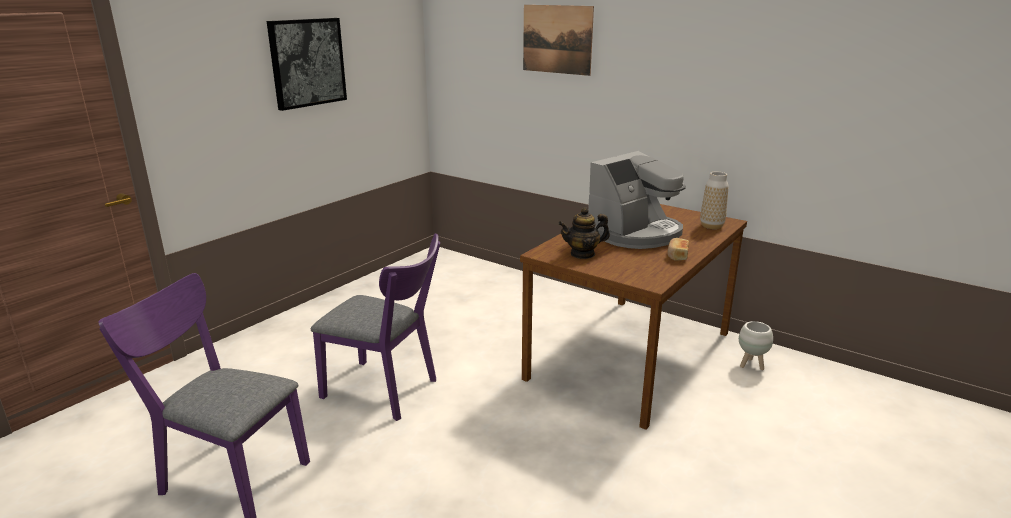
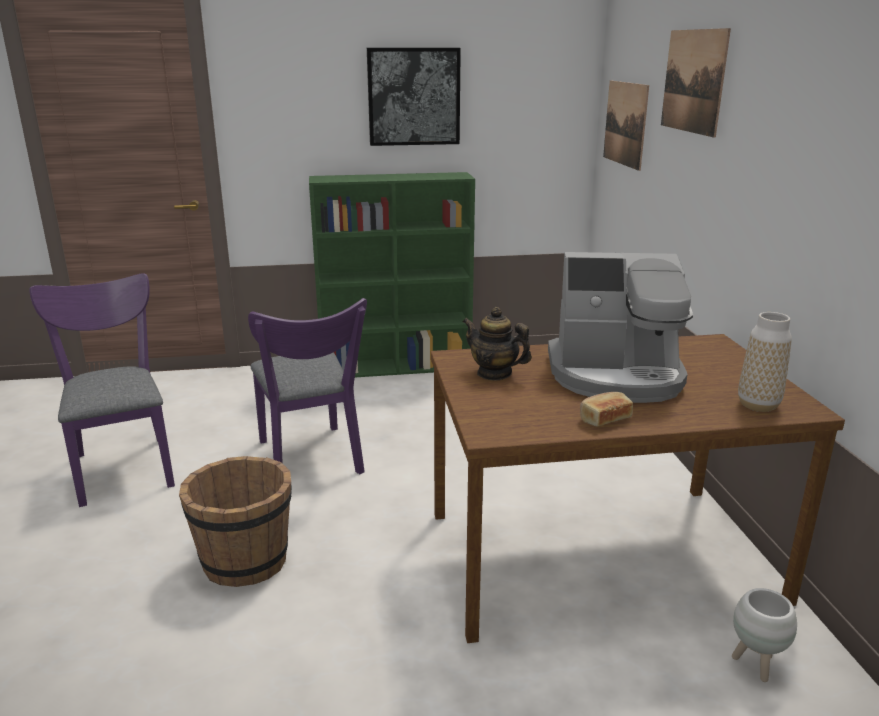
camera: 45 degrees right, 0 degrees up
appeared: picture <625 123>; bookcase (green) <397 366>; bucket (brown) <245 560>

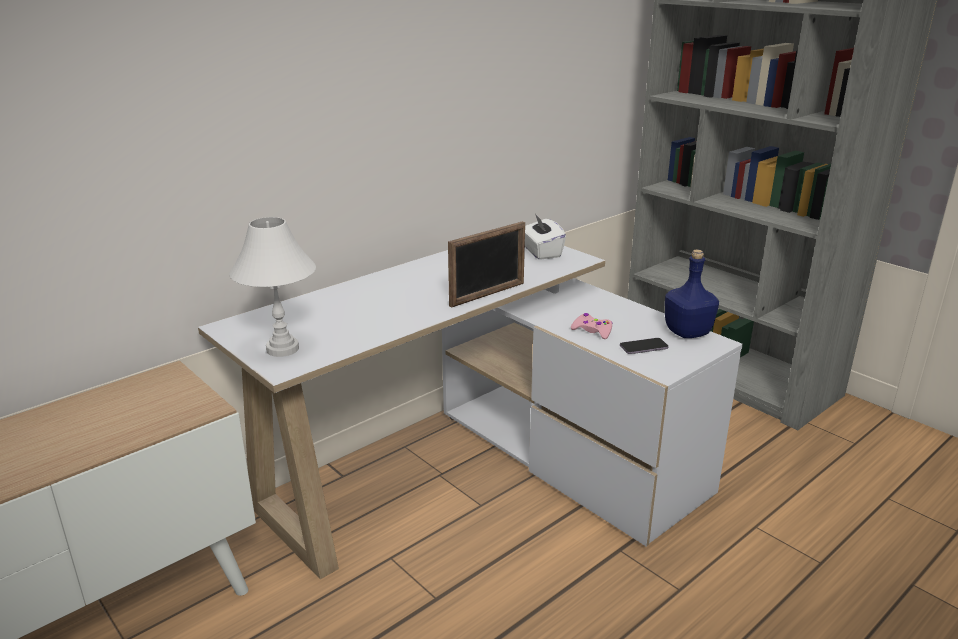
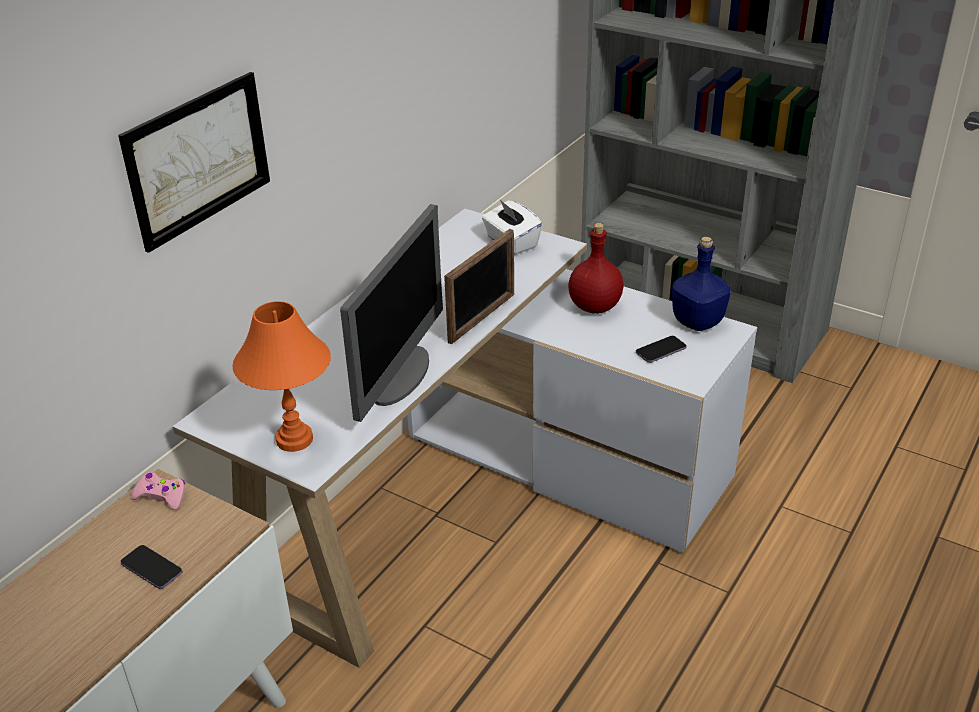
camera: 15 degrees left, 10 degrees up
appeared: picture <198 159>; monitor <400 376>; bottle (red) <595 306>; phone <151 568>
relocated: game controller (pink) <592 331> to <161 496>
colour: table lamp (white) <283 349> to table lamp (orange) <295 439>

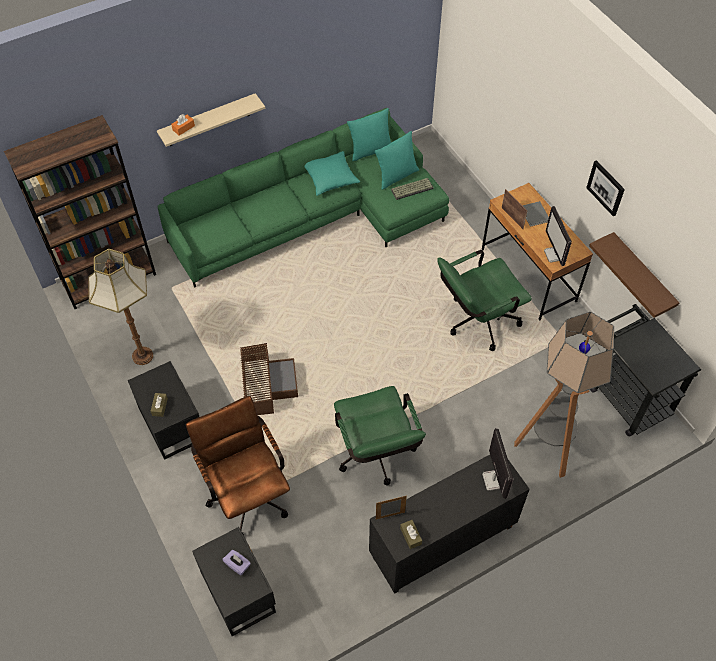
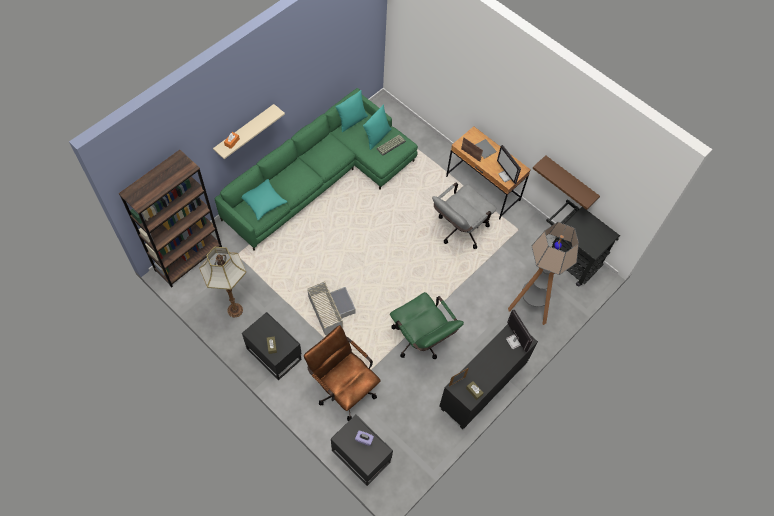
camera: 20 degrees left, 5 degrees up
missing: picture <606 188>
relocated: pillow (turquoise) <330 178> to <263 202>
colour: office chair (green) <476 322> to office chair (grey) <458 230>; storage box (brown) <266 384> to storage box (grey) <330 309>

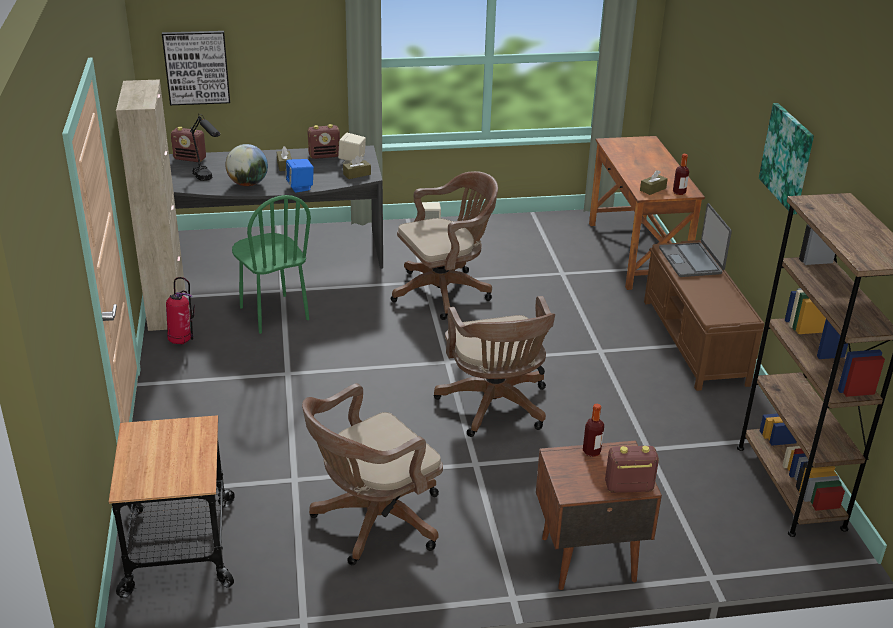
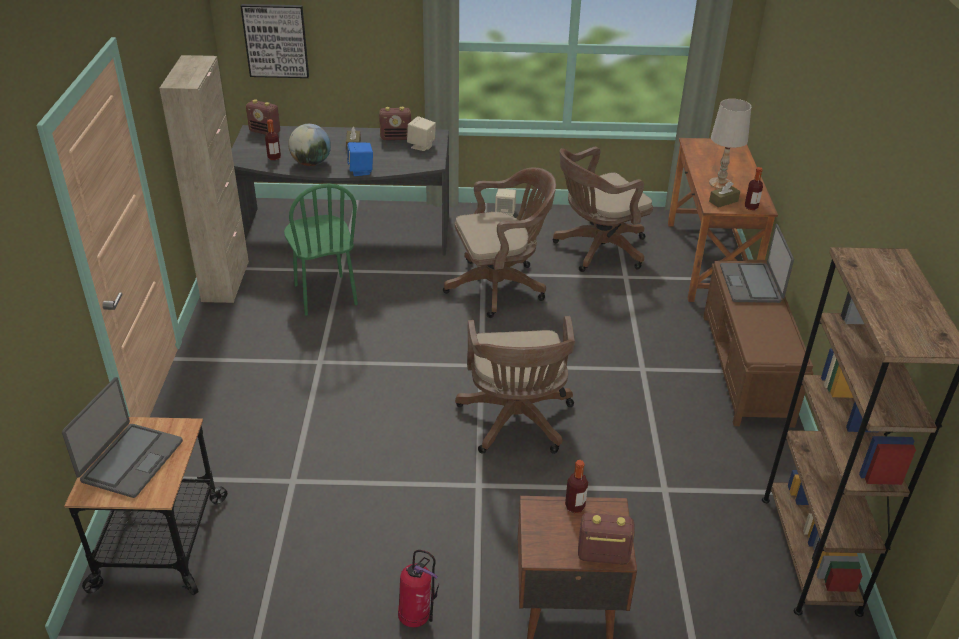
camera: 10 degrees right, 5 degrees up
missing: picture <788 157>; tissue box (brown) <357 174>
appeared: table lamp (white) <720 183>; laptop <131 460>
relocated: fire extinguisher <182 341> to <417 617>; office chair (brown) <372 523> to <597 250>
exchanged: table lamp (black) <208 181> to bottle <274 158>

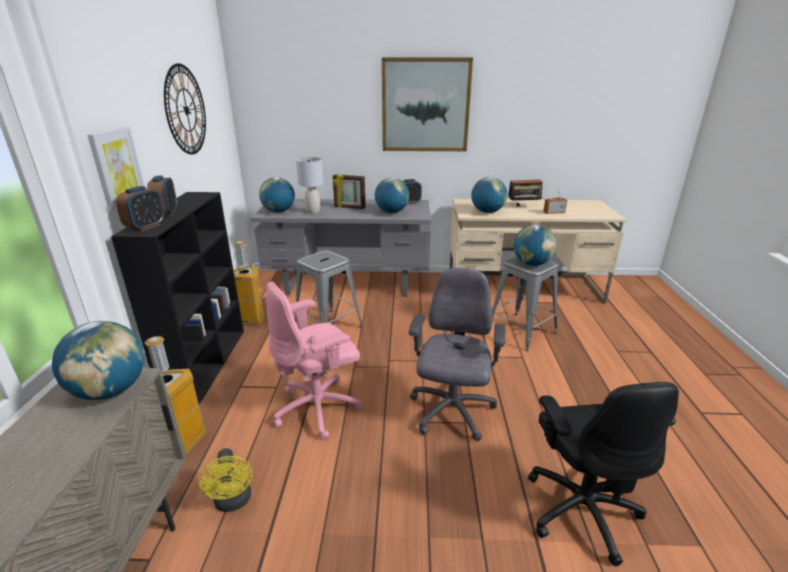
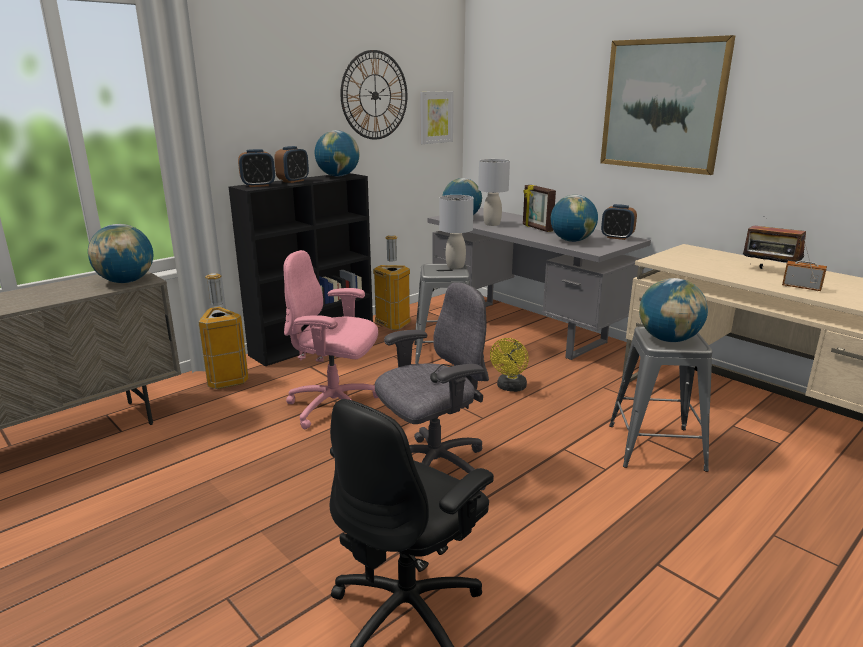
camera: 45 degrees right, 5 degrees down
appeared: table lamp (grey) <455 266>
relocated: picture <117 167> to <435 117>; globe <487 212> to <338 176>; fan (yellow) <233 502> to <510 388>

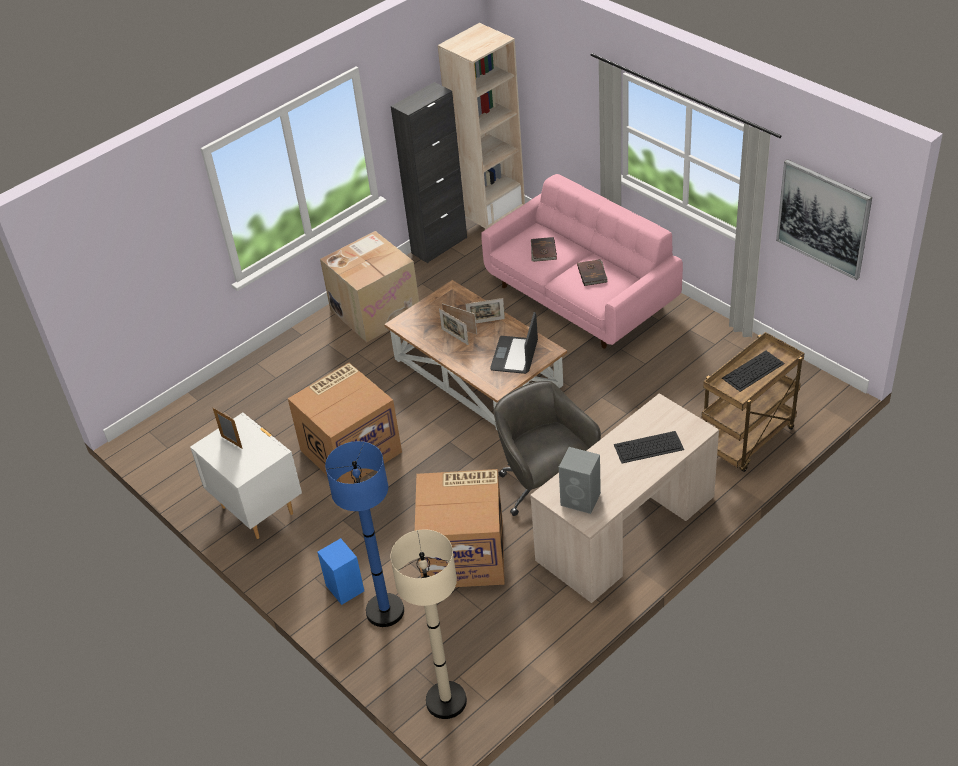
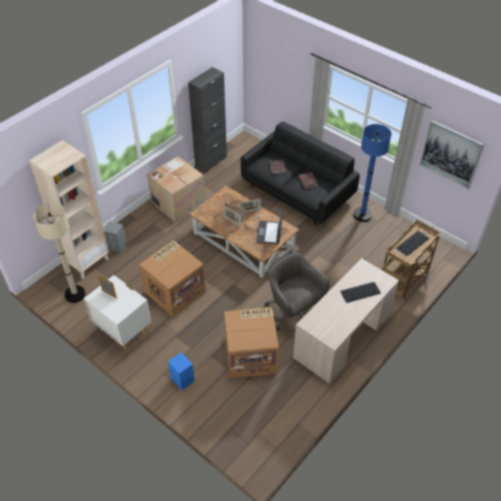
camera: 10 degrees left, 5 degrees up
relocated: bookcase (beige) <491 221> to <86 261>; floor lamp (blue) <385 611> to <362 215>; speaker (grey) <581 499> to <117 246>; floor lamp (beige) <446 701> to <75 294>
colour: sofa (pink) <581 296> to sofa (black) <297 193>

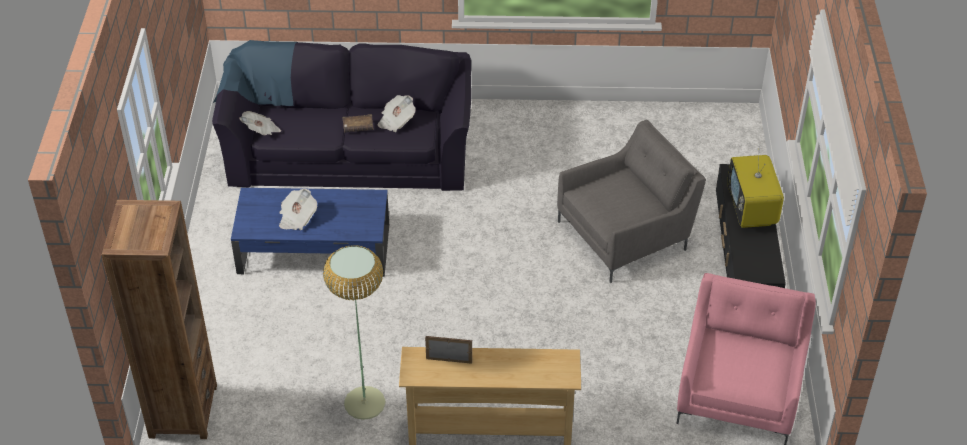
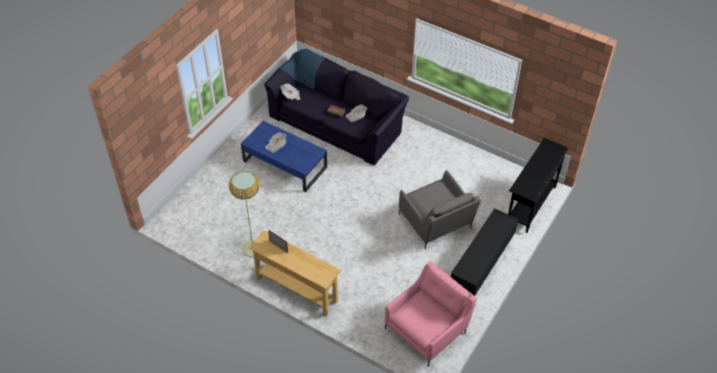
camera: 30 degrees right, 5 degrees up
missing: television <751 211>; bookcase (brown) <183 411>
appeared: console table (black) <530 205>
spun: armchair (grey) <626 234> = <436 223> 60 degrees clockwise

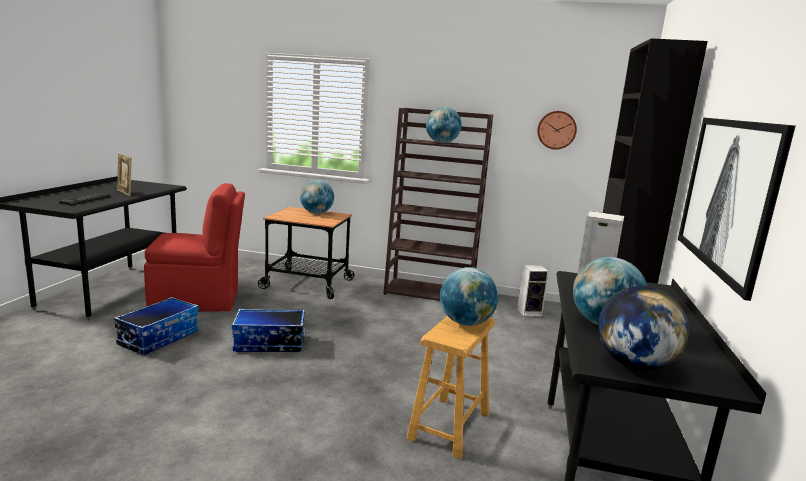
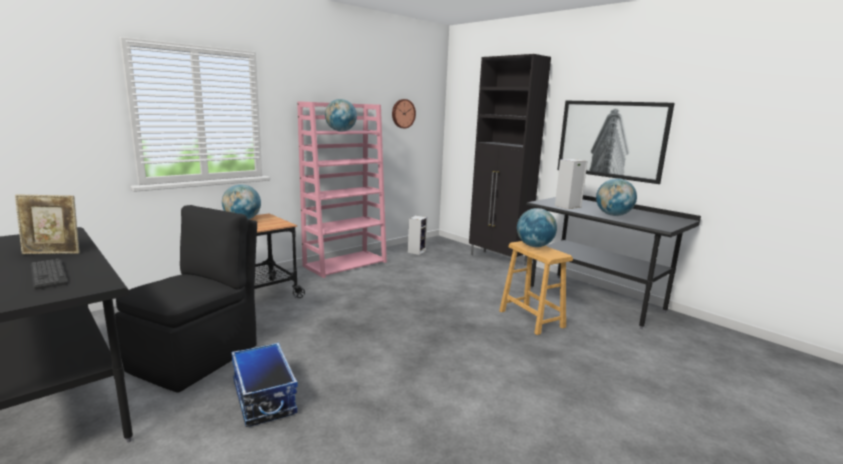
camera: 55 degrees left, 0 degrees up
missing: globe <634 364>; storage box <269 344>
colour: bookcase (brown) <430 293> to bookcase (pink) <345 264>; chair (red) <198 301> to chair (black) <197 356>

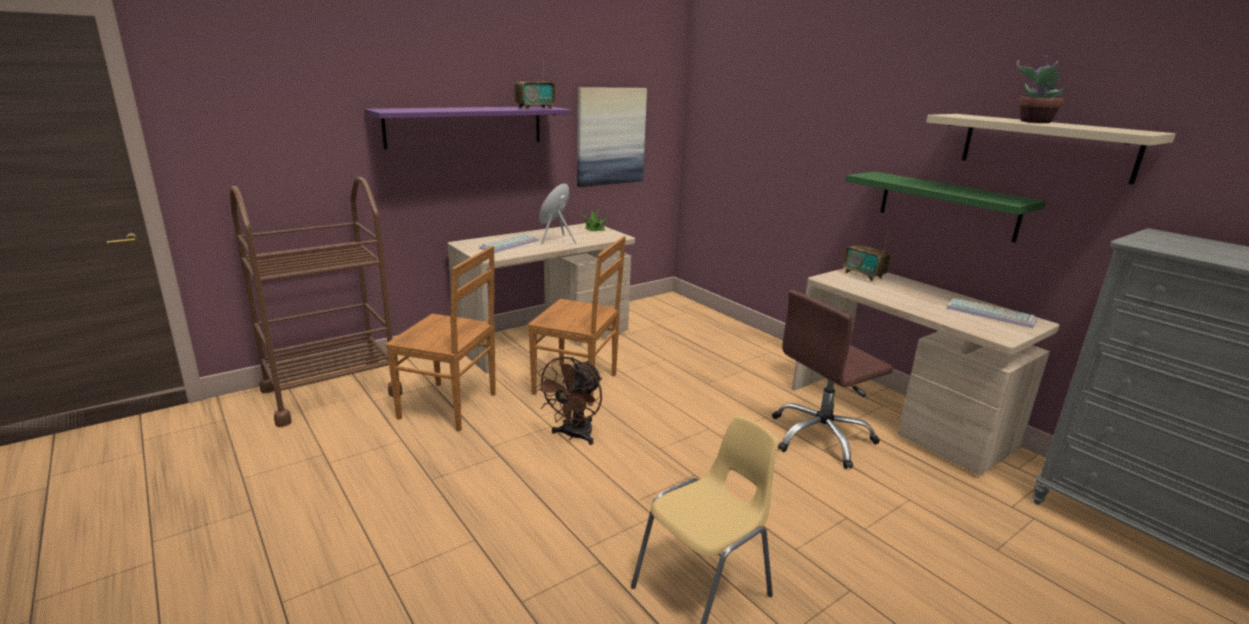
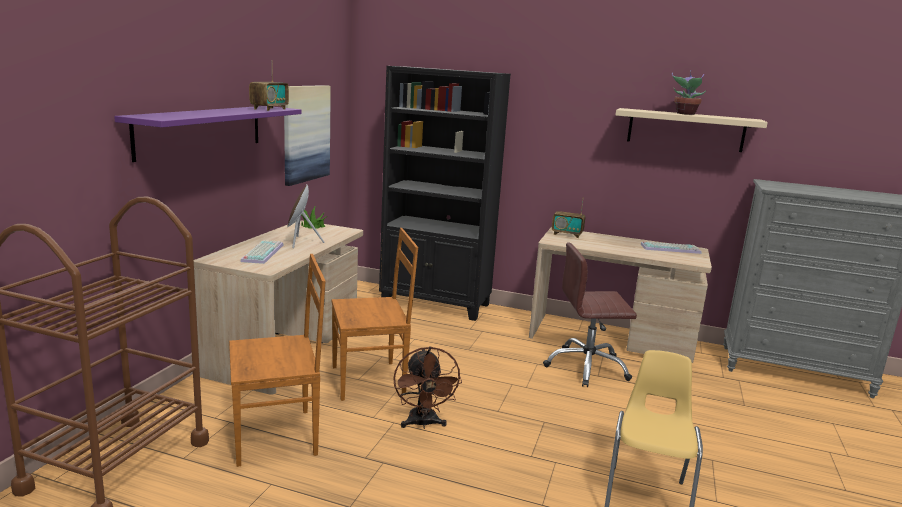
camera: 35 degrees left, 5 degrees down
missing: shelf (green) <947 205>
appeared: bookcase (black) <436 304>
spun: office chair (brown) <821 438> = <586 367> 60 degrees clockwise

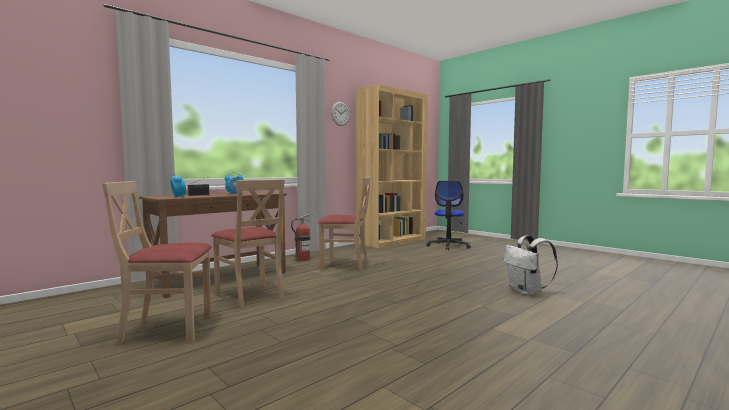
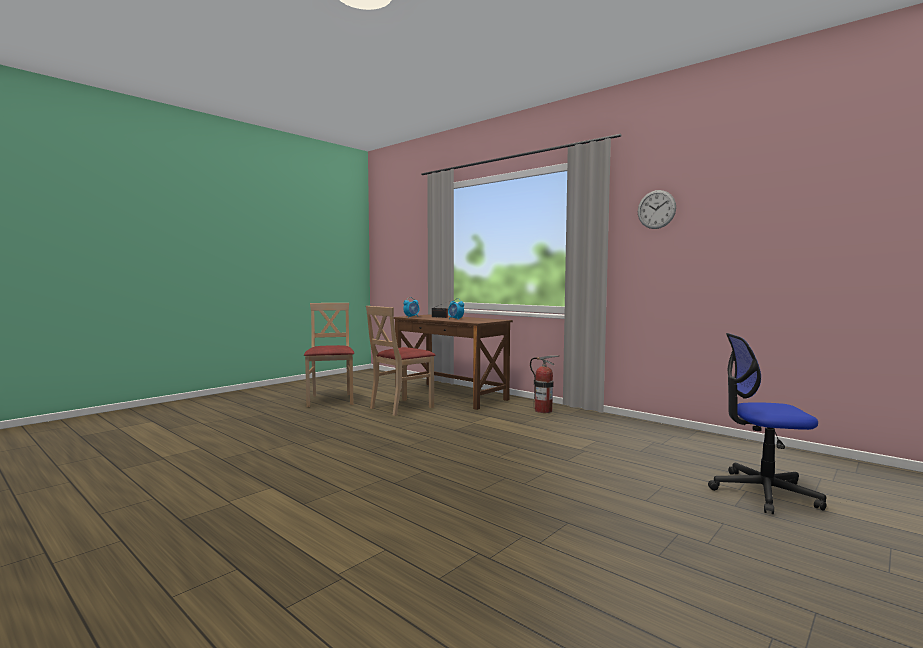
camera: 85 degrees right, 0 degrees up
missing: bookcase (brown) <392 241>; chair (beige) <345 266>; backpack (white) <527 292>

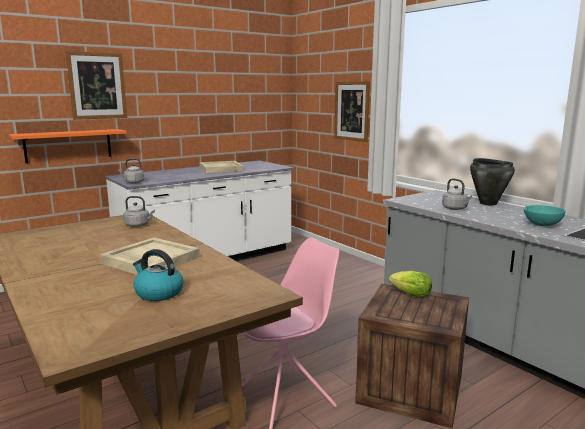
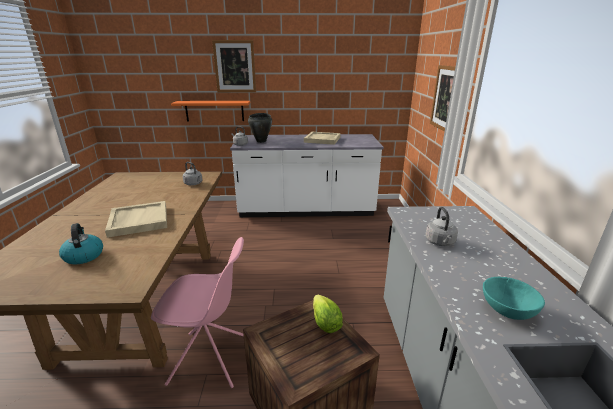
camera: 35 degrees right, 10 degrees up
relocated: cooking pot (black) <488 203> to <261 141>

